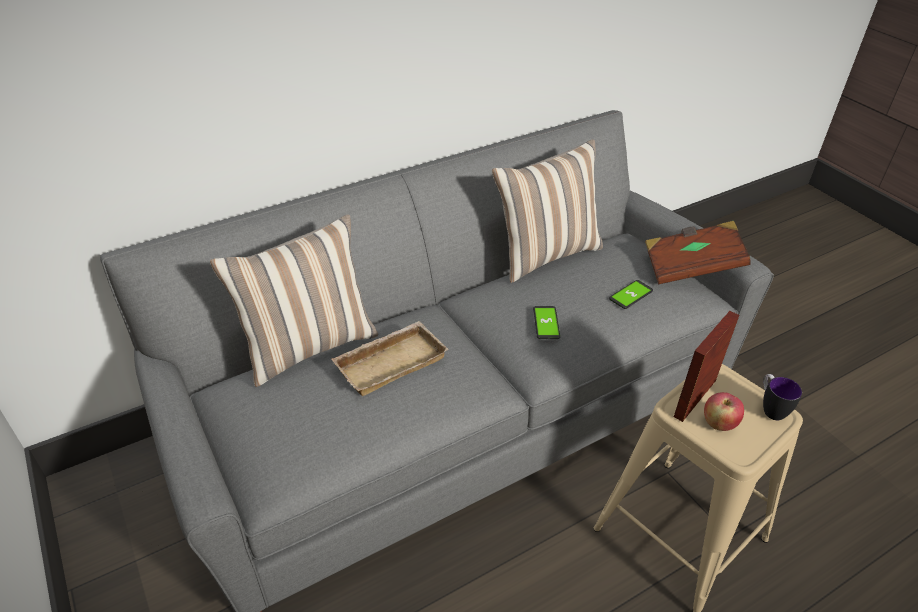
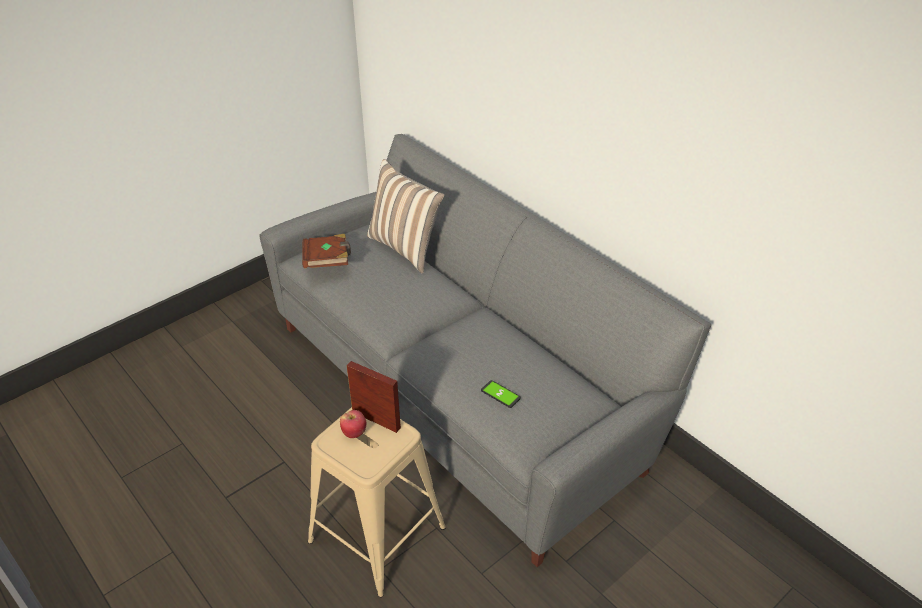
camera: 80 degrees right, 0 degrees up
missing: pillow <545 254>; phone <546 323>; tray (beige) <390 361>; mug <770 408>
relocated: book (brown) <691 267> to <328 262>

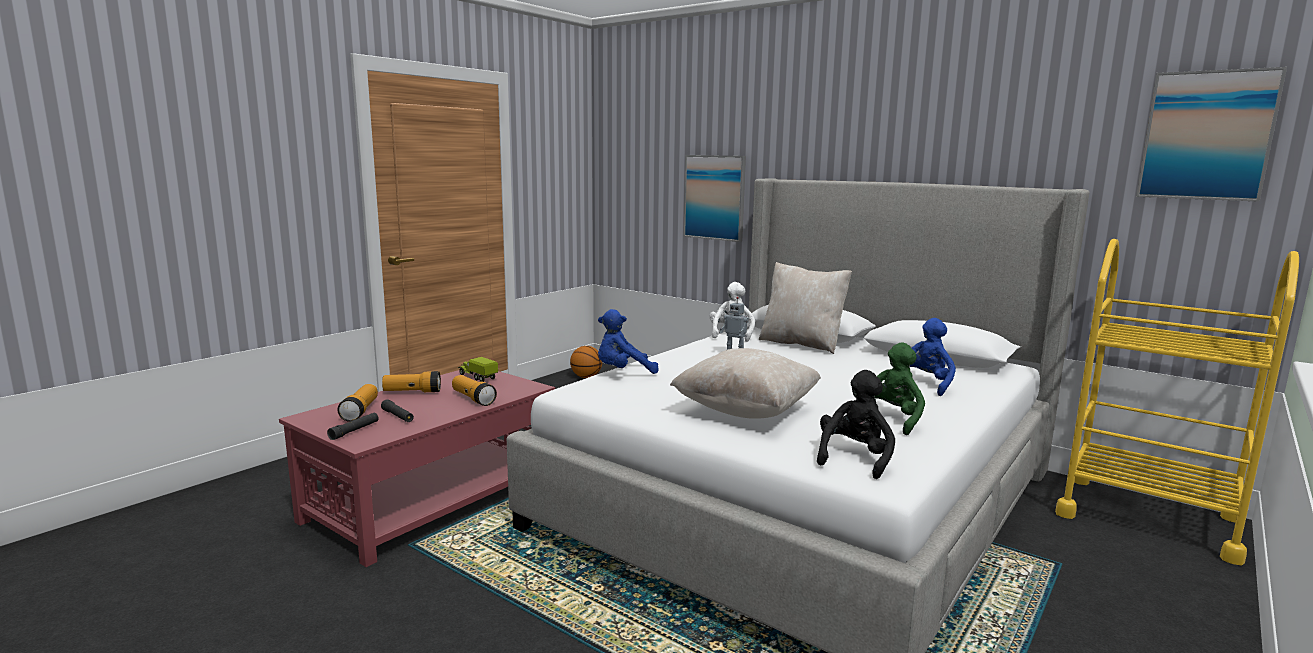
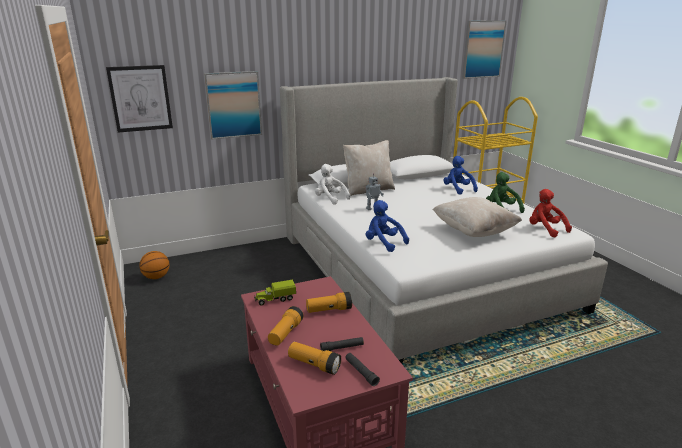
camera: 60 degrees left, 10 degrees up
appeared: picture <140 98>
colour: plush toy (black) <854 458> to plush toy (red) <545 229>
spun: plush toy (blue) <623 372> = <383 243> 120 degrees clockwise

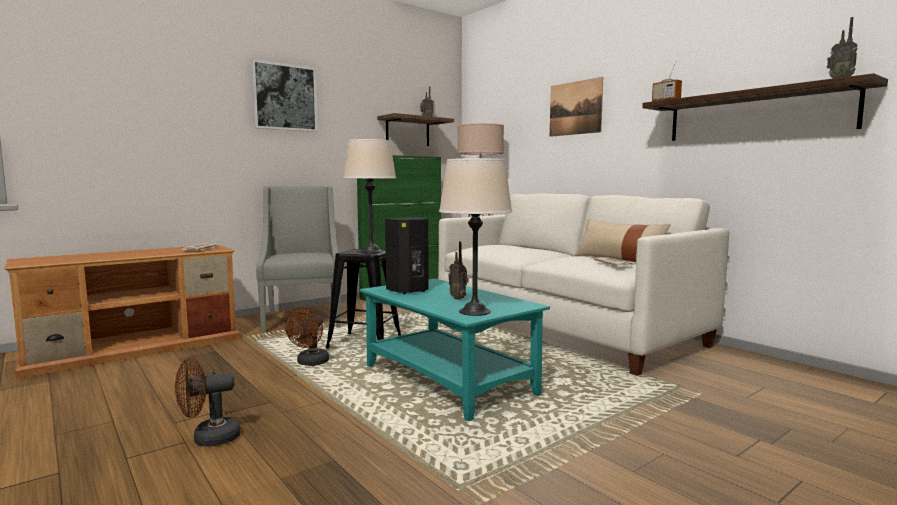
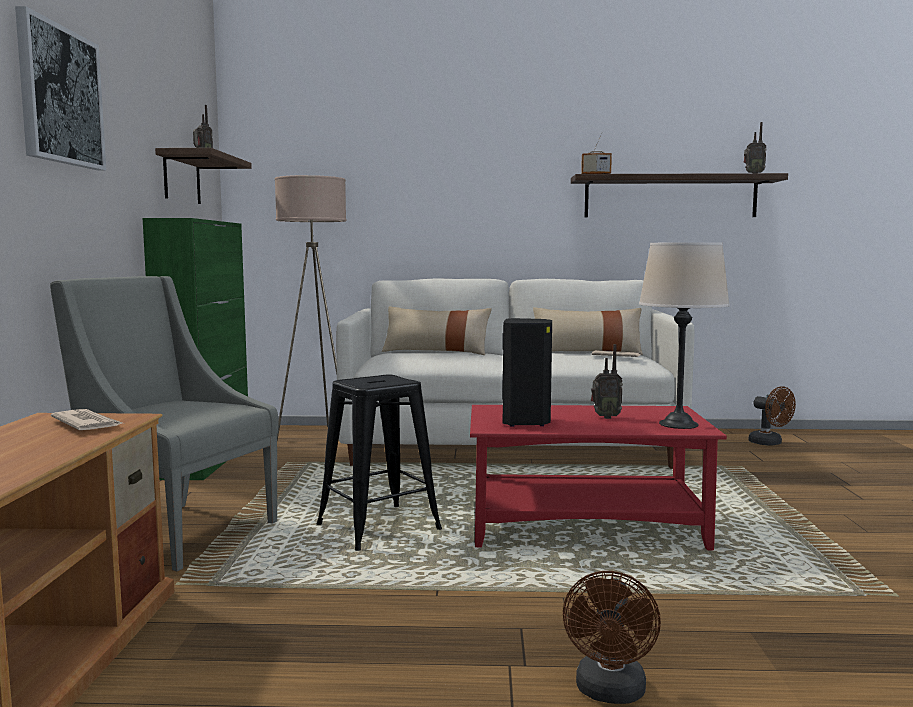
camera: 50 degrees left, 0 degrees up
missing: picture <575 108>; table lamp (beige) <371 251>
appeared: pillow (beige) <436 352>
relocated: fan (brown) <310 363> to <770 443>
colour: coffee table (turquoise) <449 380> to coffee table (red) <587 526>

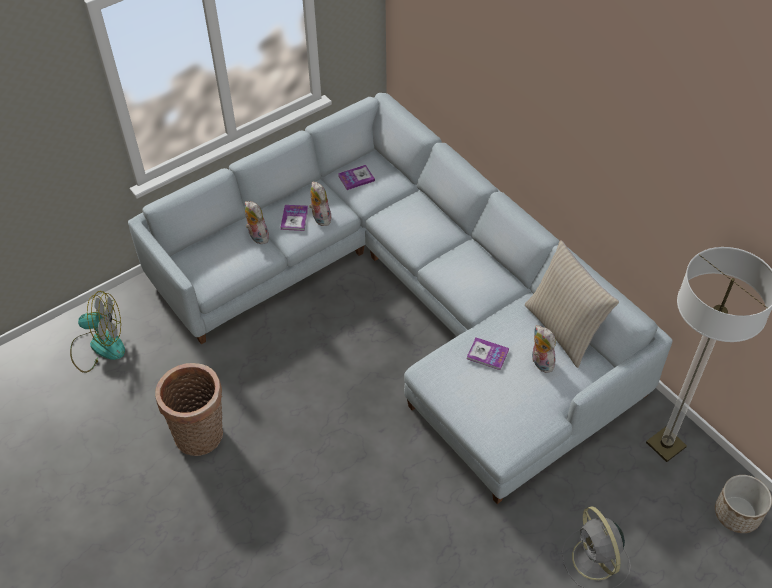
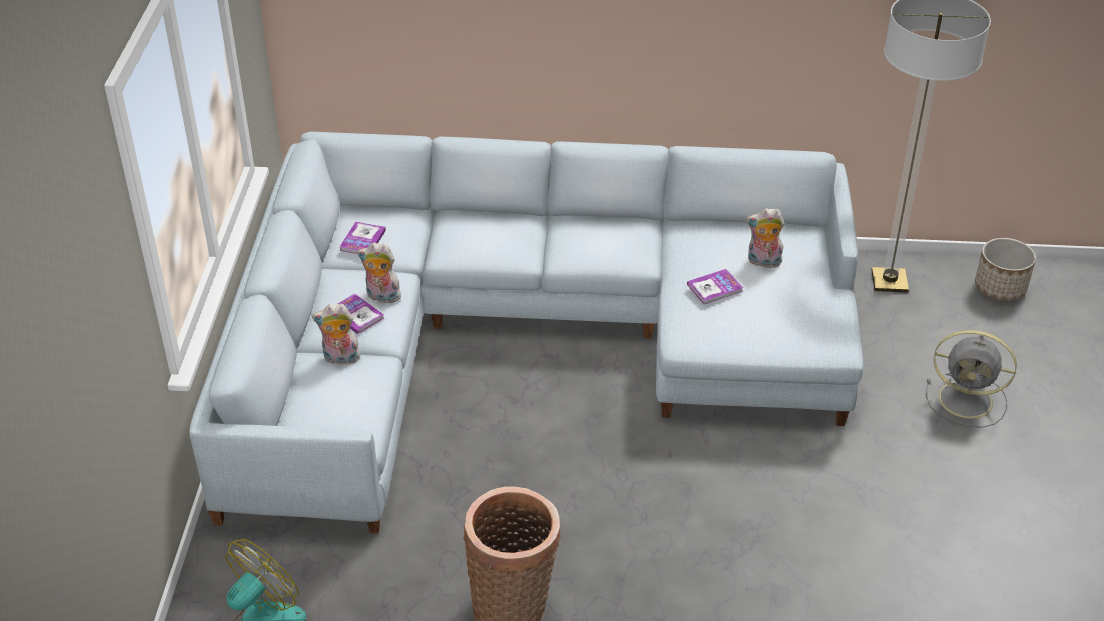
camera: 50 degrees left, 10 degrees down
missing: pillow (beige) <563 329>

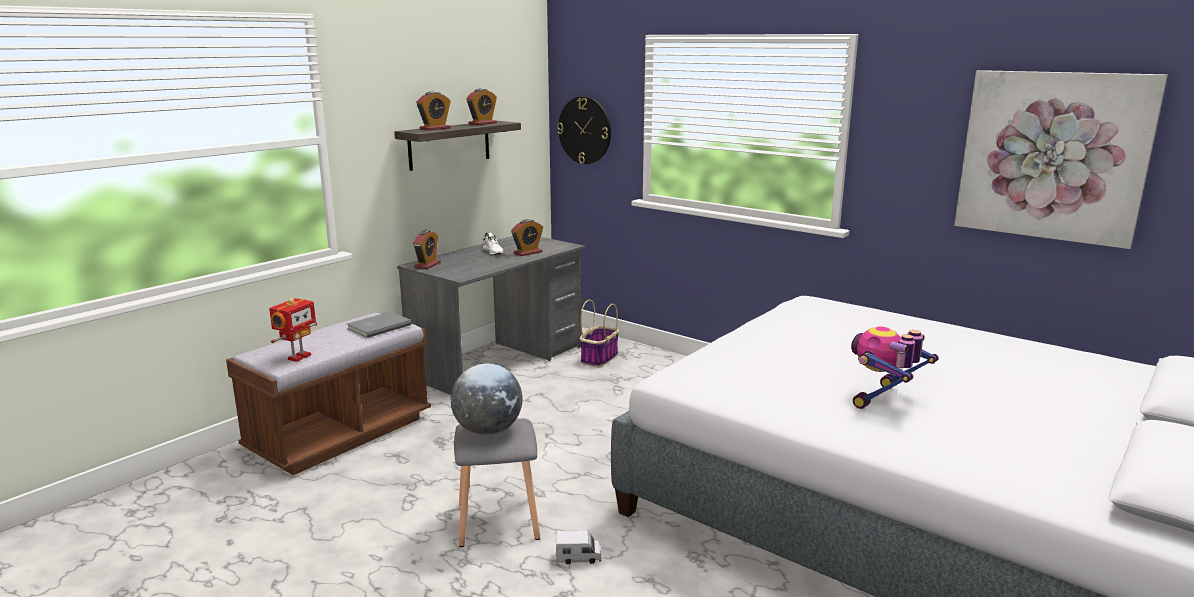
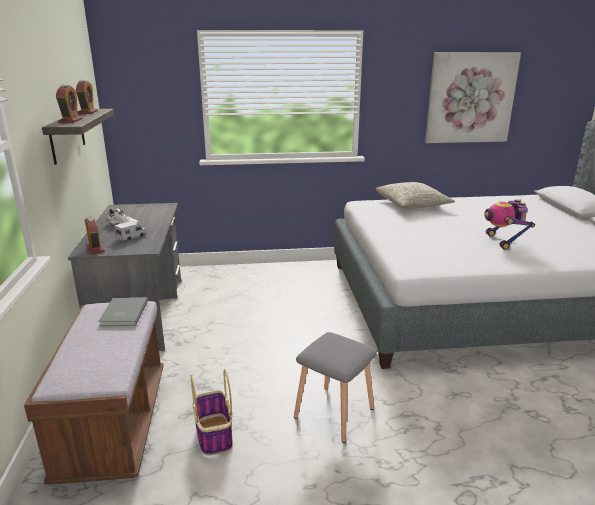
camera: 45 degrees left, 5 degrees up
missing: wall clock <585 130>; alarm clock <528 252>; toy robot <298 357>; globe <488 431>
appeared: pillow (grey) <412 205>
relocated: basket <599 358> to <214 434>; toy truck <578 557> to <131 237>

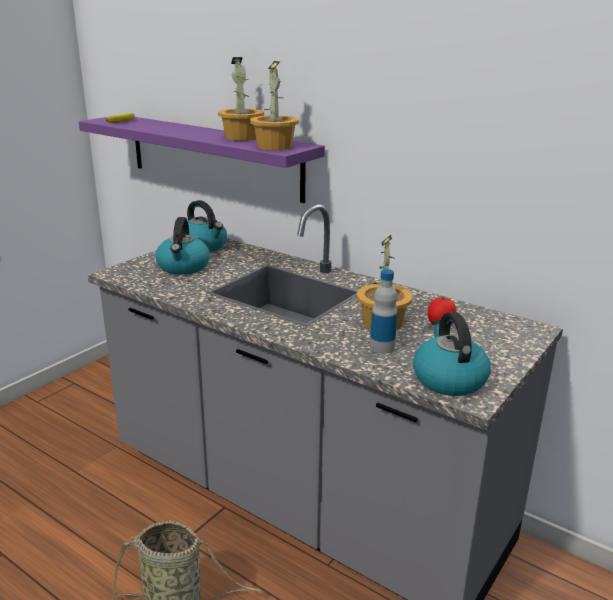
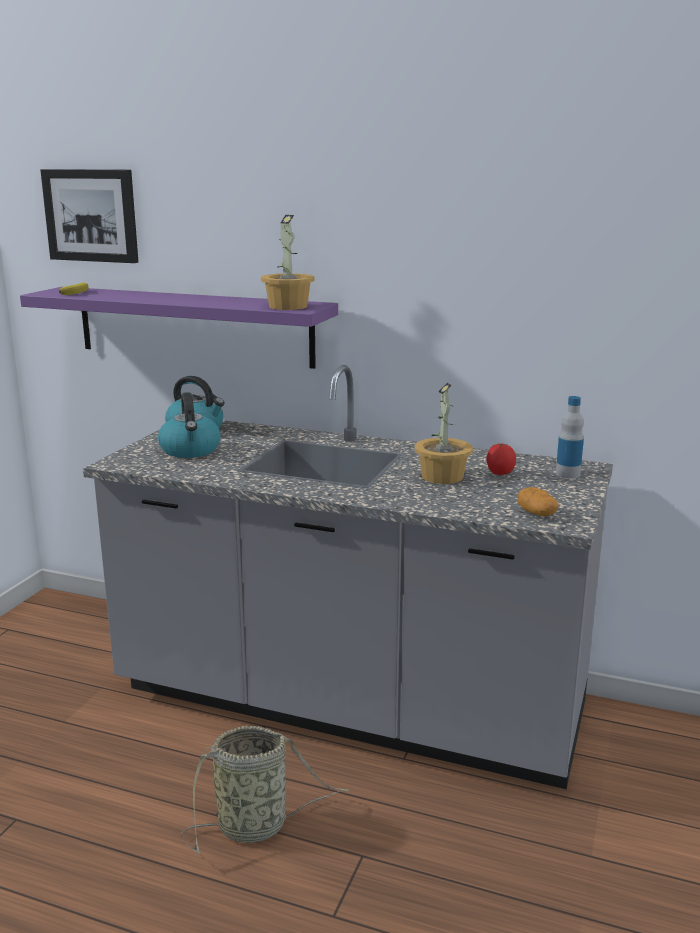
camera: 15 degrees left, 5 degrees down
missing: potted plant <241 137>
appeared: picture <91 215>
relocated: bottle <382 347> to <568 474>
exchanged: kettle <448 379> to potato <536 513>

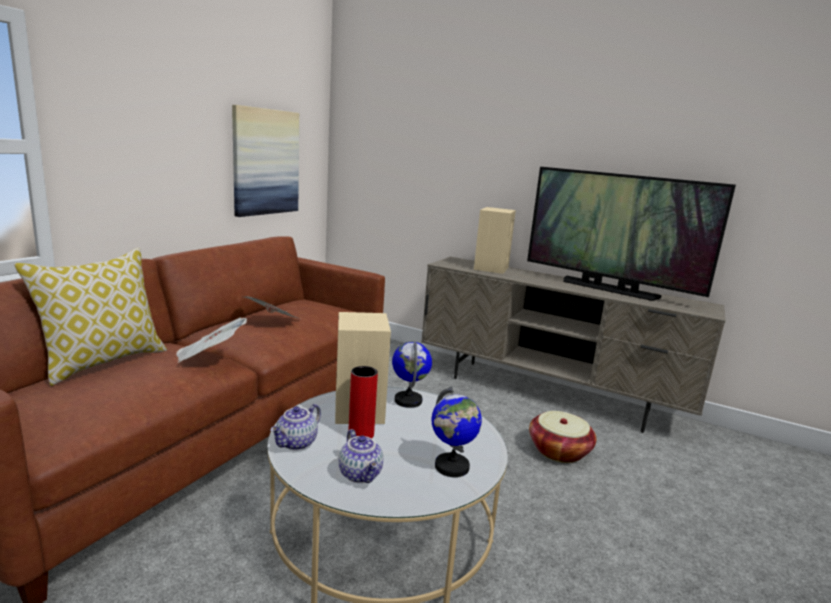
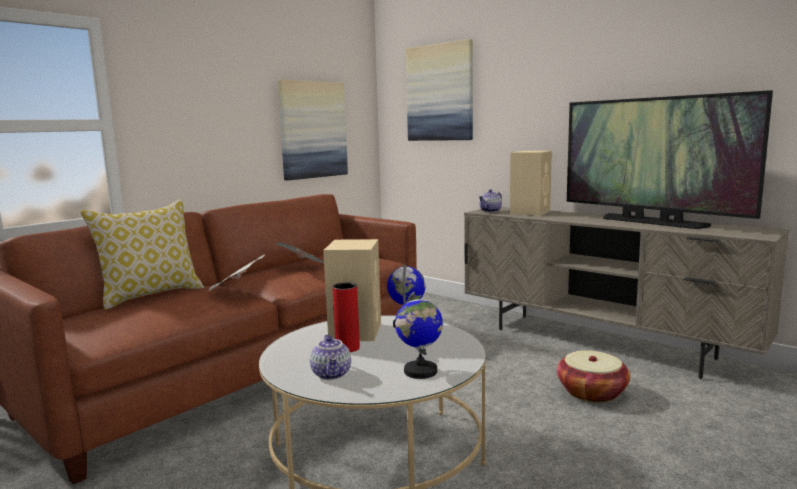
camera: 15 degrees right, 5 degrees down
appeared: picture <440 93>
relocated: teapot <297 443> to <490 211>

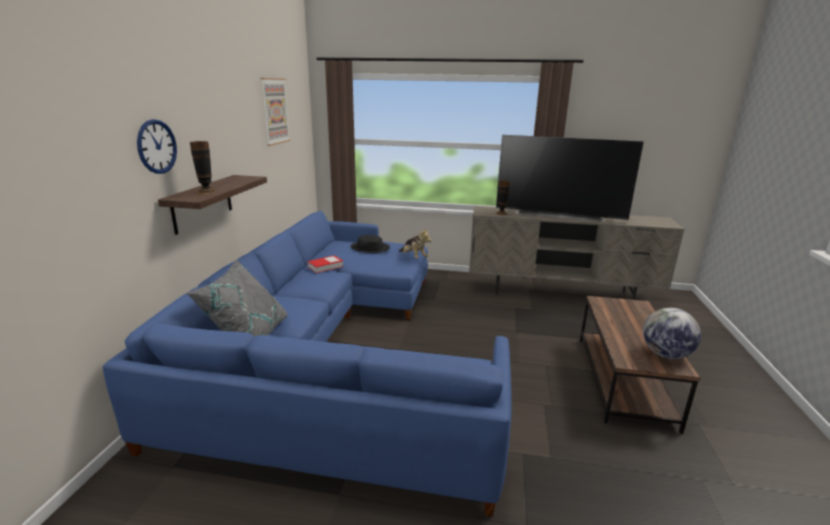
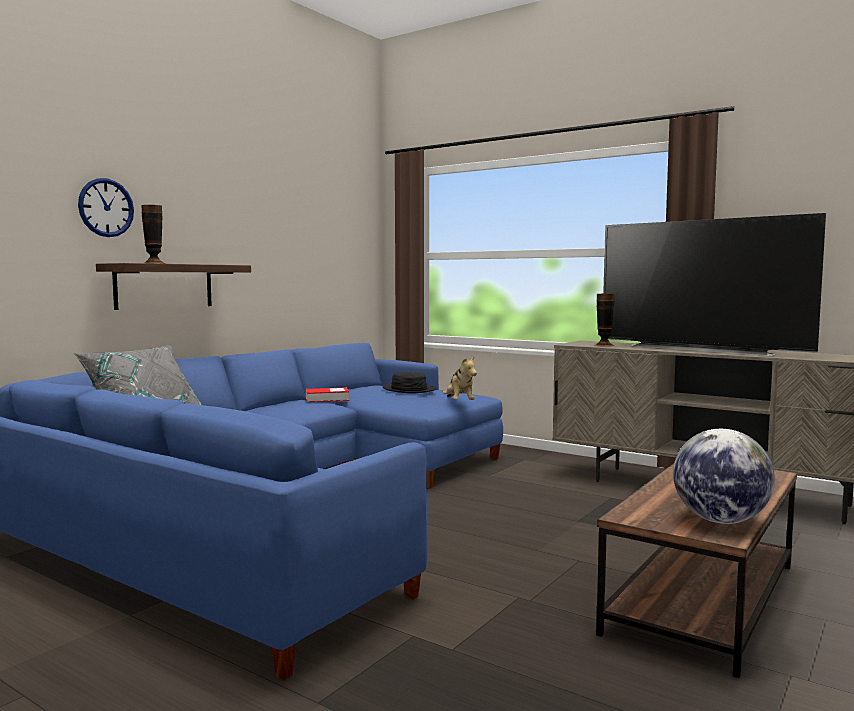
camera: 25 degrees right, 15 degrees down
missing: picture <275 111>

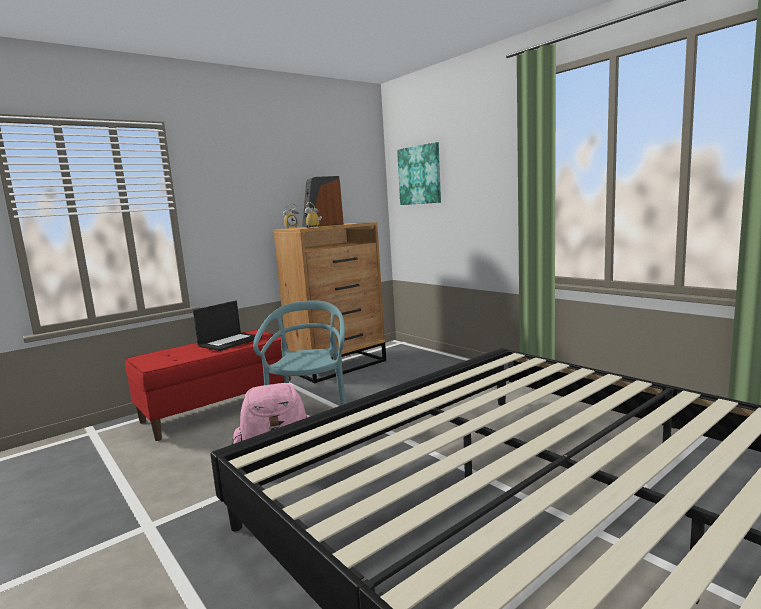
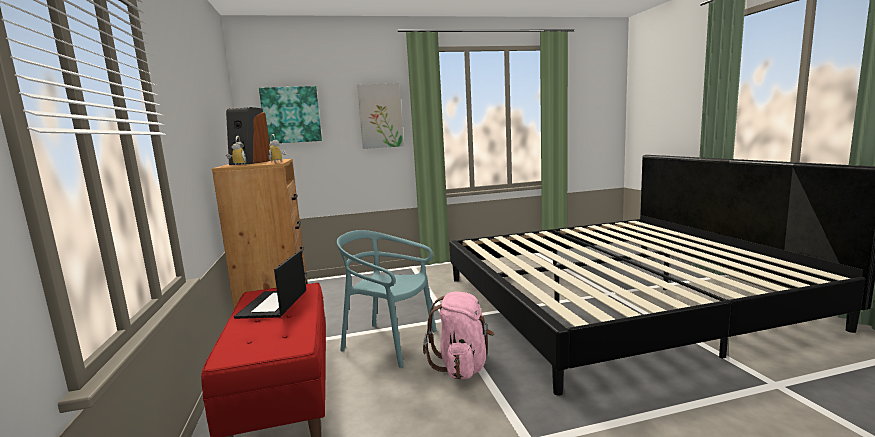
camera: 65 degrees left, 0 degrees up
appeared: picture <380 116>
spun: laptop <230 341> = <273 305> 150 degrees counterclockwise

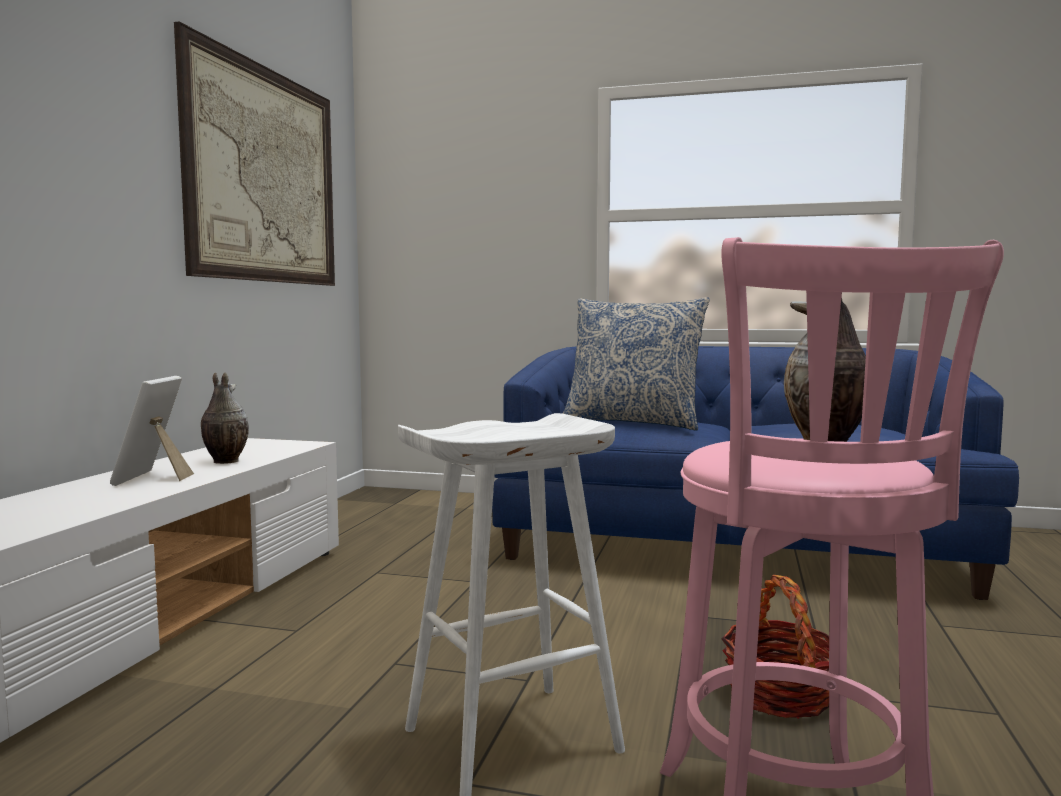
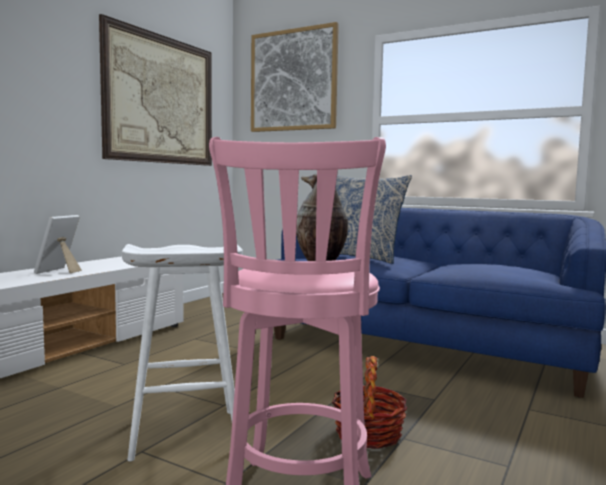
camera: 15 degrees right, 0 degrees up
missing: vase <224 461>
appeared: picture <293 80>

